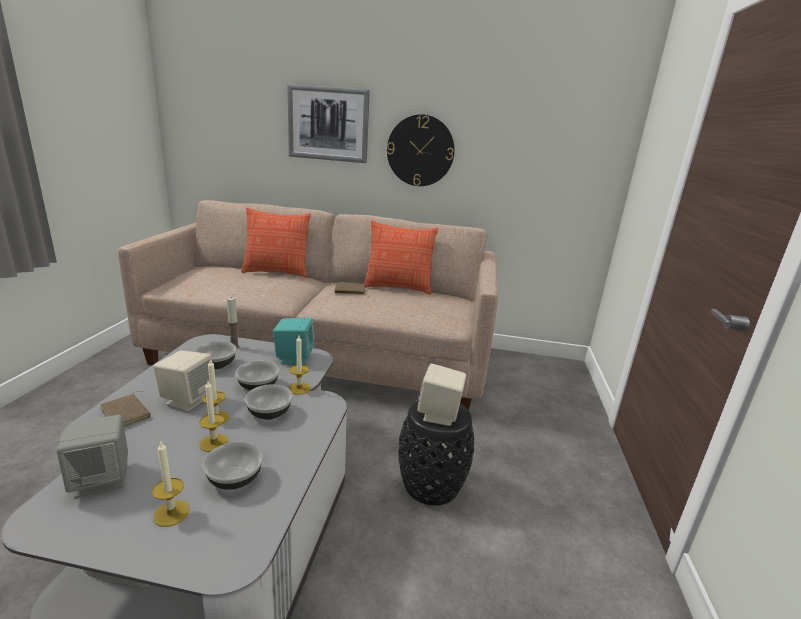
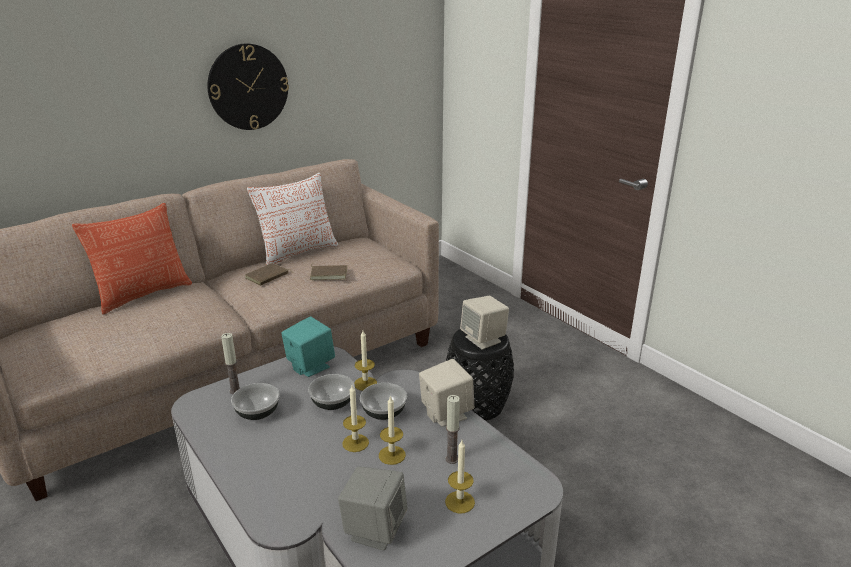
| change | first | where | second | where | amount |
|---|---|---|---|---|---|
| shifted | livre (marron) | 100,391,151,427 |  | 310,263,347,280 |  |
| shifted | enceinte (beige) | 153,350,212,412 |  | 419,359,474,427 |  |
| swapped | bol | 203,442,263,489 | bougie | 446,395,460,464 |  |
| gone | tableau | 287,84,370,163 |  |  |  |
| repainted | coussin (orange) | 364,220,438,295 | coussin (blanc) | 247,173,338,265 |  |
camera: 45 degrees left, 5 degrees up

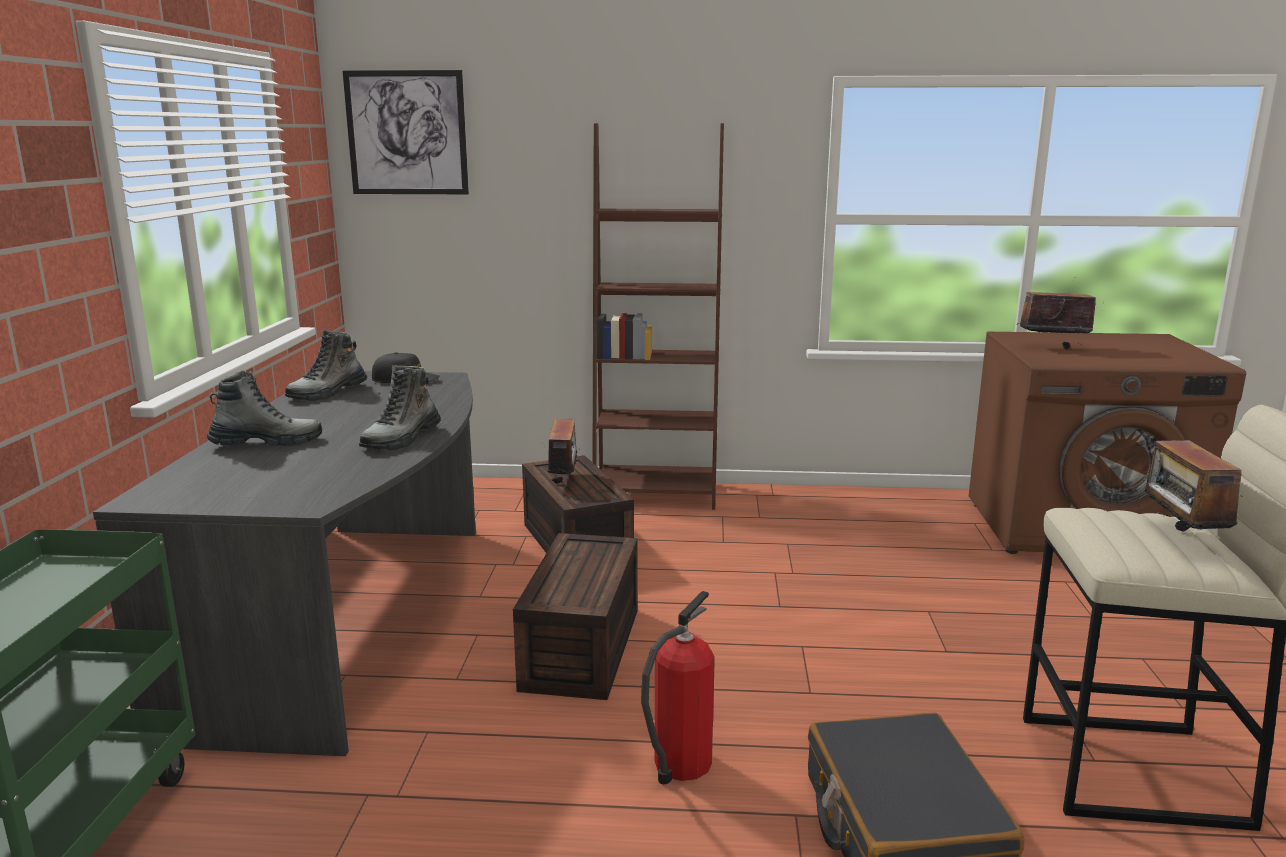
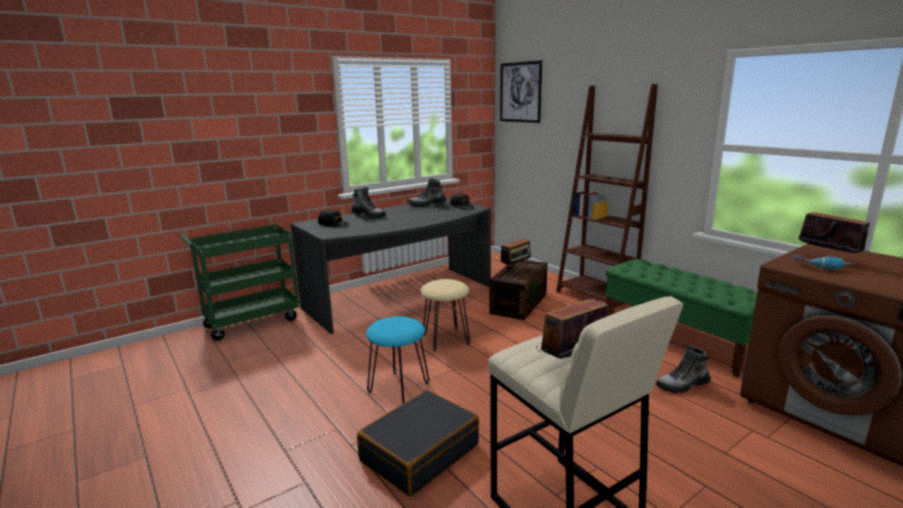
| change | first | where | second | where | amount |
|---|---|---|---|---|---|
| shifted | botte | 359,365,441,450 |  | 656,345,711,393 |  |
| swapped | boîte de rangement (marron) | 513,533,638,700 | tabouret (beige) | 420,279,470,351 |  |
| swapped | extincteur | 641,591,715,784 | tabouret (turquoise) | 366,316,429,405 |  |
| new |  |  | casquette (noir) | 318,209,349,227 |  |
| new |  |  | banc (vert) | 606,259,757,378 |  |
| new |  |  | perceuse | 791,254,856,270 |  |
camera: 50 degrees right, 0 degrees up

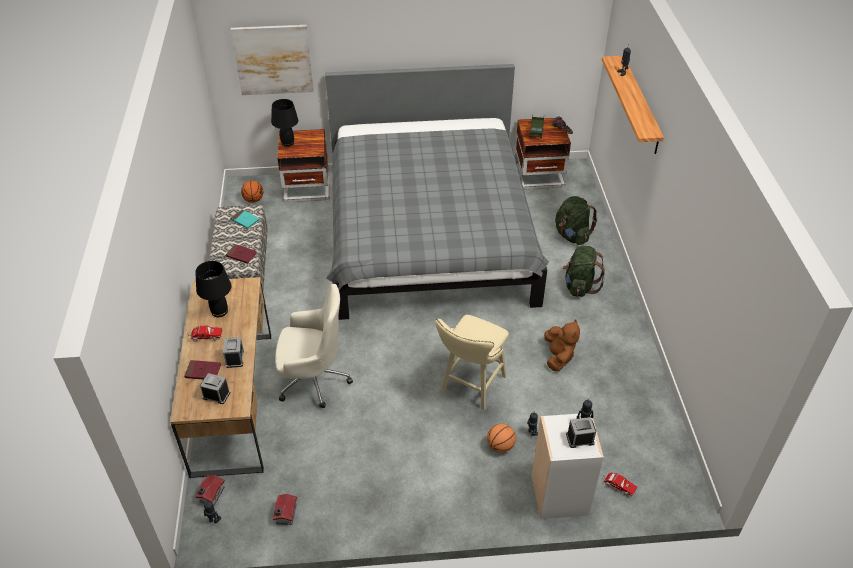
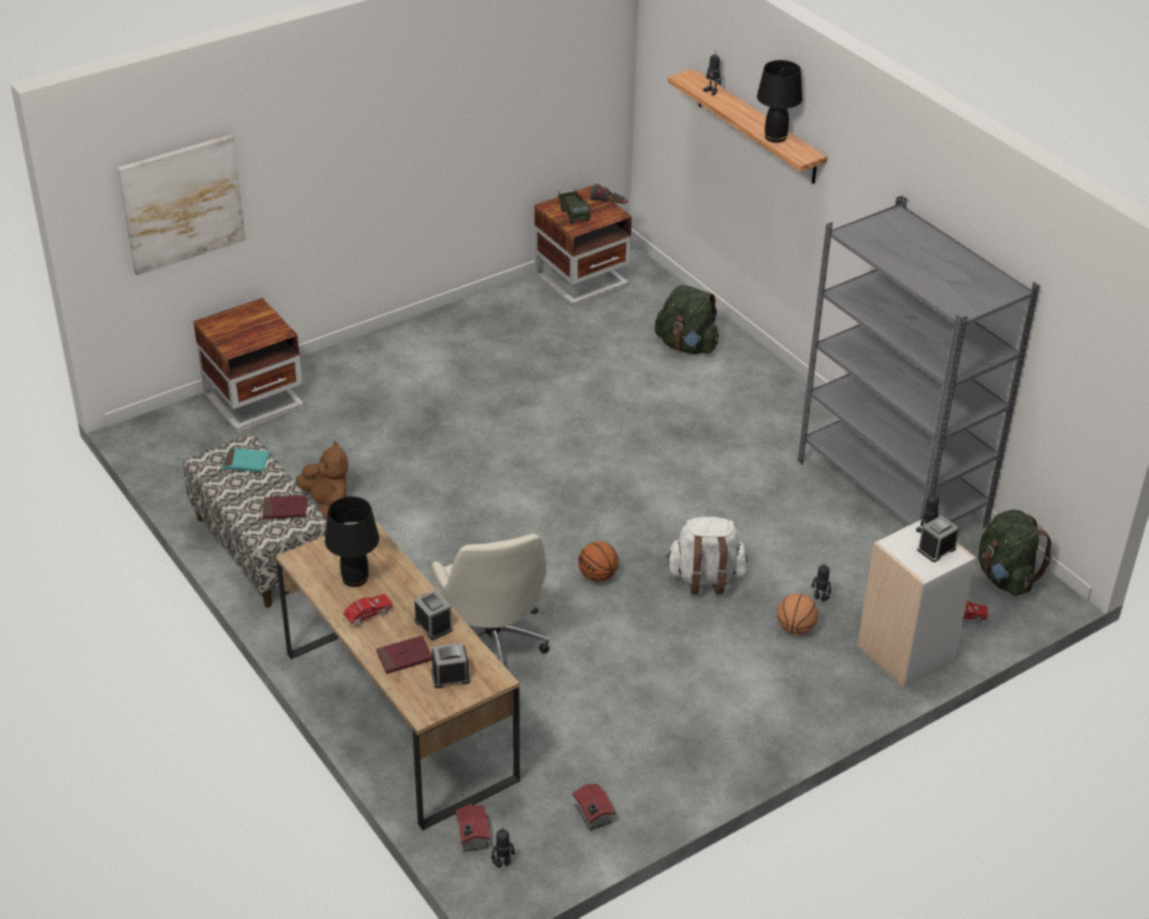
| change | first | where | second | where | amount |
|---|---|---|---|---|---|
| shifted | ballon de basket | 241,181,263,203 |  | 578,541,619,582 |  |
| shifted | lampe de table (noir) | 271,99,298,147 |  | 757,60,802,143 |  |
| rotated | chaise de bureau (beige) | 275,284,353,408 |  | 432,534,549,666 | 105 degrees clockwise |
| gone | lit (gris) | 325,64,549,320 |  |  |  |
| swapped | tabouret (beige) | 435,315,509,410 | sac à dos (blanc) | 666,517,748,594 |  |
| shifted | peluche (marron) | 544,319,580,371 |  | 296,441,348,520 |  |
| shifted | sac à dos (vert) | 563,246,605,297 |  | 978,510,1052,596 |  |
| new |  |  | bibliothèque (gris) | 798,195,1039,528 |  |
camera: 30 degrees left, 5 degrees down

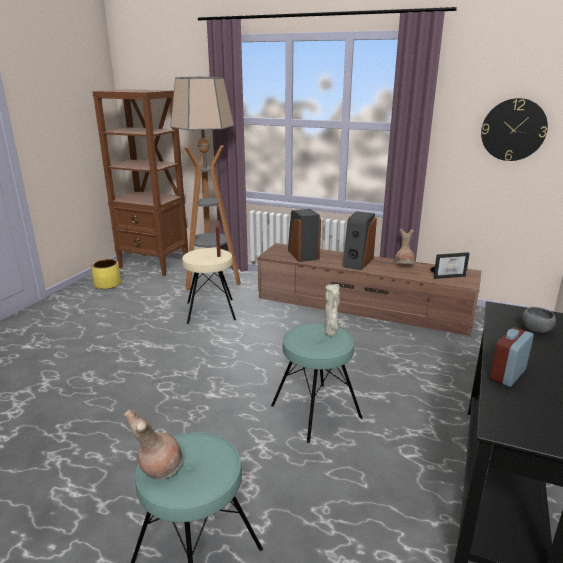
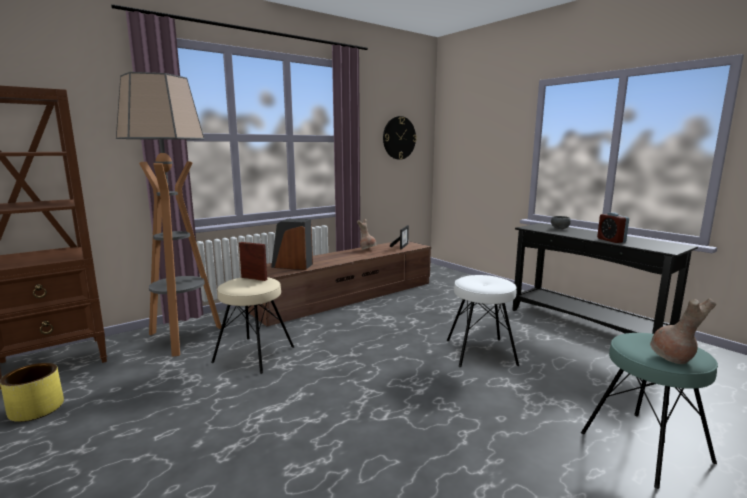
| change | first | where | second | where | amount |
|---|---|---|---|---|---|
| repainted | tabouret (turquoise) | 271,323,363,443 | tabouret (blanc) | 447,275,519,367 |  |
| gone | vase (beige) | 325,284,340,335 |  |  |  |
| gone | enceinte | 342,211,377,270 |  |  |  |
camera: 60 degrees left, 10 degrees down

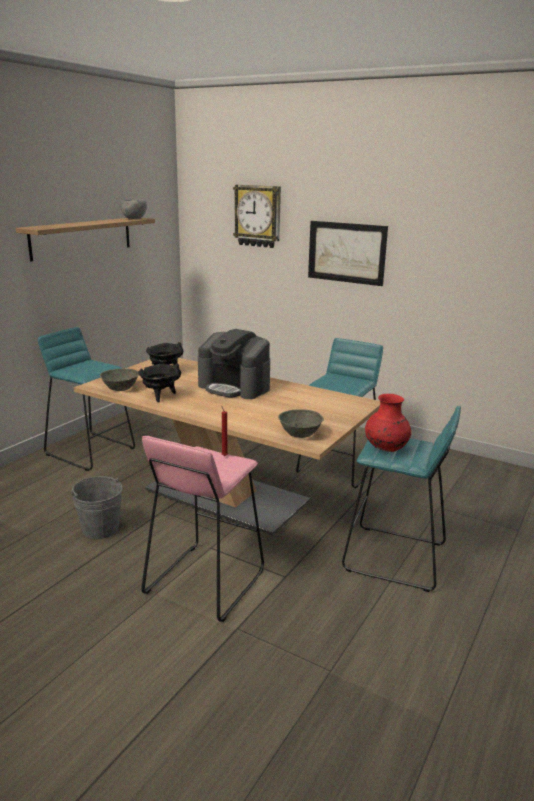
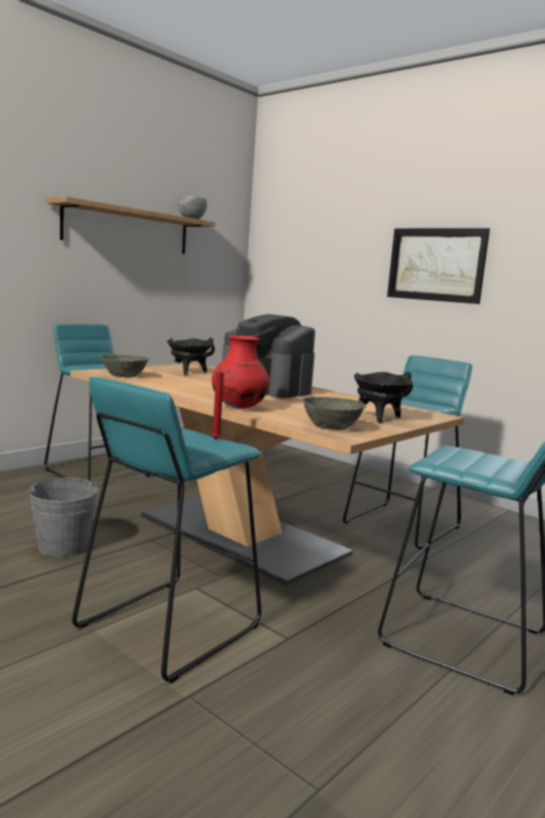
| change | first | where | second | where | amount |
|---|---|---|---|---|---|
| shifted | marmite (noir) | 138,363,181,402 |  | 354,372,413,423 |  |
| repainted | tabouret (rose) | 141,436,264,622 | tabouret (turquoise) | 72,377,261,683 |  |
| gone | horloge murale | 233,185,281,248 |  |  |  |
| shifted | vase (rouge) | 365,394,412,452 |  | 212,335,270,409 |  |
camera: 10 degrees right, 10 degrees down

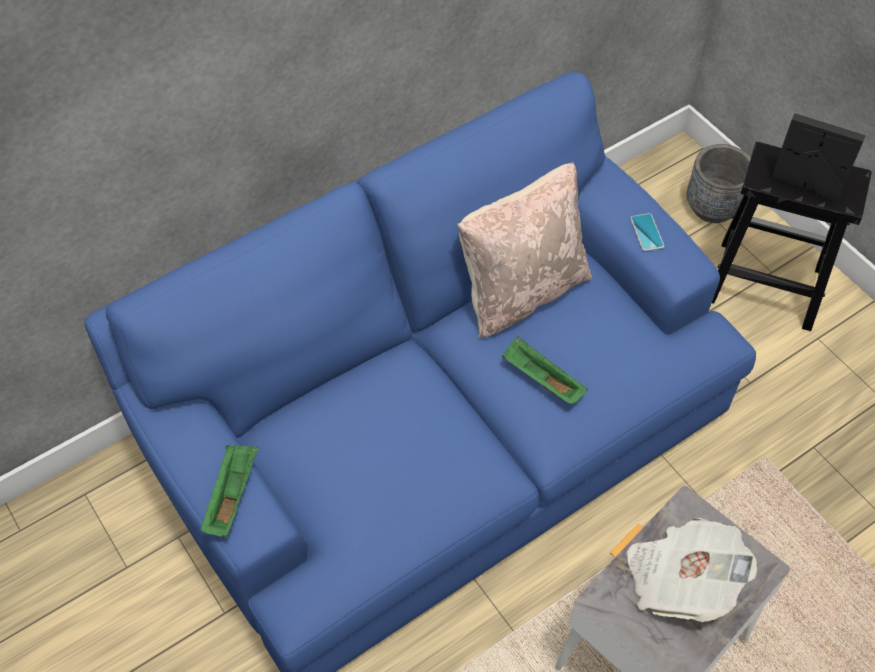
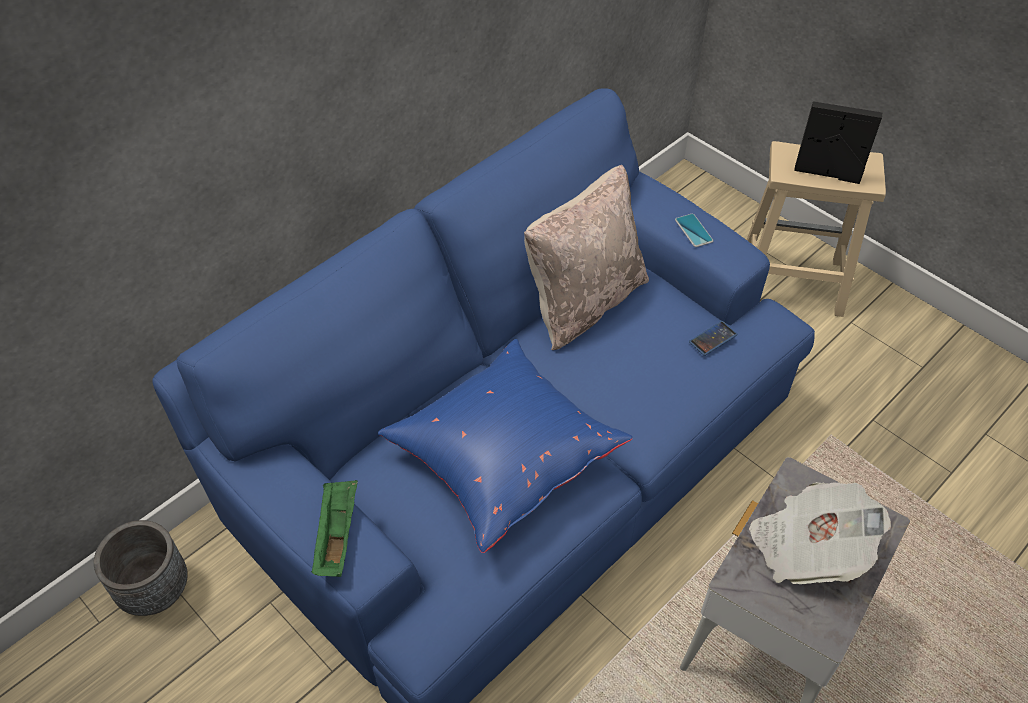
| change | first | where | second | where | amount |
|---|---|---|---|---|---|
| gone | plateau (vert) | 502,337,588,404 |  |  |  |
| shifted | cache-pot (gris) | 687,144,751,223 |  | 94,520,188,616 |  |
| repainted | tabouret (noir) | 712,142,872,331 | tabouret (beige) | 747,141,886,317 |  |
| new |  |  | coussin (bleu) | 378,339,632,553 |  |
| new |  |  | téléphone | 689,321,737,356 |  |
camera: 10 degrees left, 5 degrees down

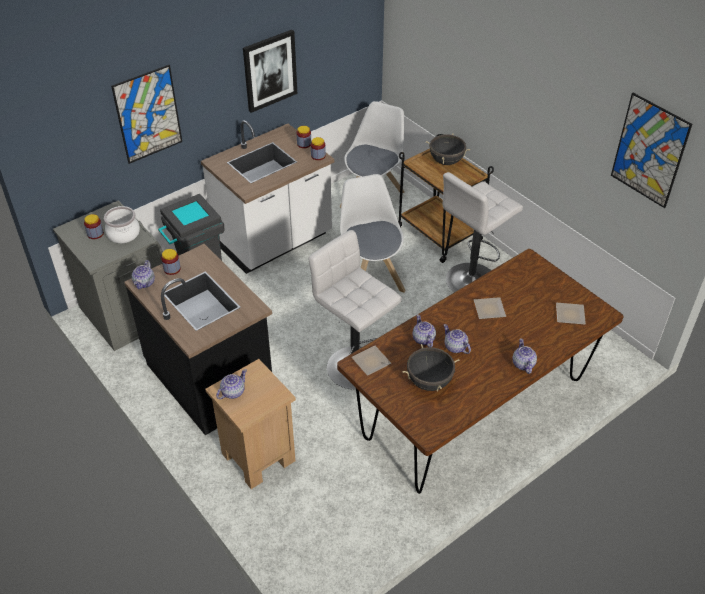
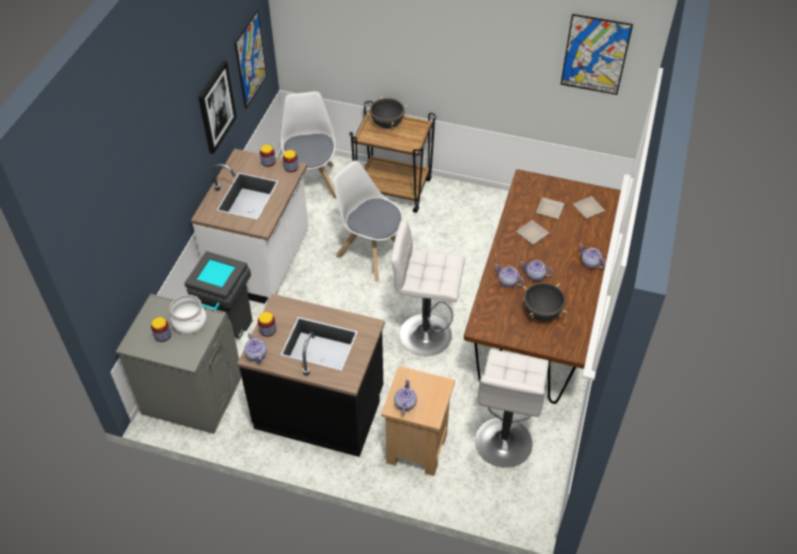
| change | first | where | second | where | amount |
|---|---|---|---|---|---|
| shifted | tableau | 111,65,182,164 |  | 235,10,267,109 |  |
| shifted | assiette | 351,346,391,376 |  | 536,197,565,219 |  |
| shifted | tabouret (blanc) | 443,172,523,292 |  | 475,349,549,468 |  |
camera: 35 degrees left, 5 degrees up

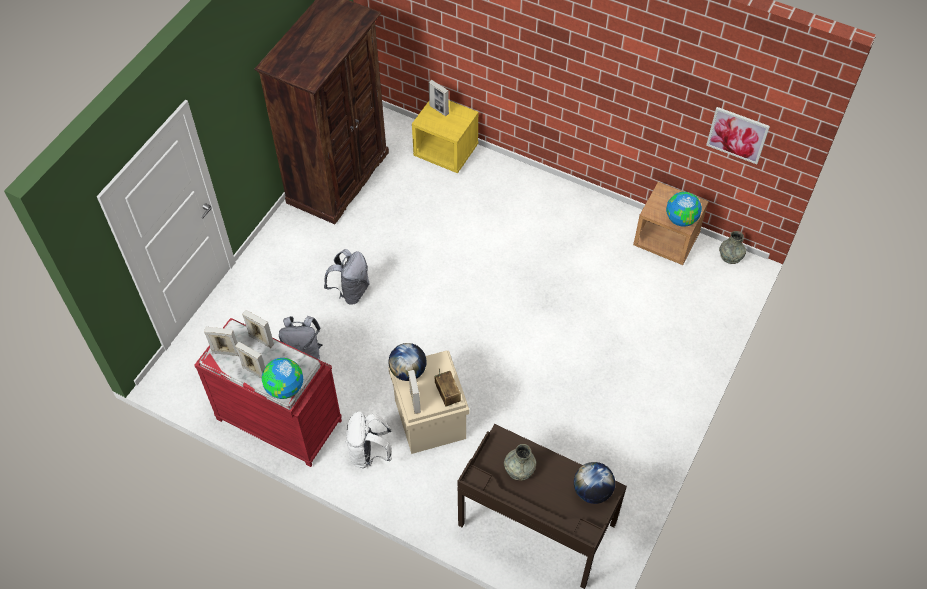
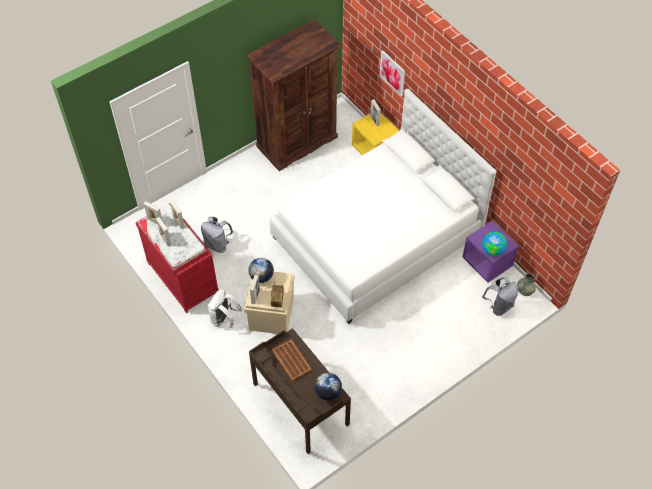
| change | first | where | second | where | amount |
|---|---|---|---|---|---|
| gone | globe | 262,358,303,399 |  |  |  |
| shifted | sac à dos (gris) | 324,249,370,305 |  | 482,277,518,316 |  |
| swapped | vase (gris) | 504,444,536,481 | plateau (marron) | 272,339,312,381 |  |
| repainted | table de chevet (marron) | 633,182,709,265 | table de chevet (violet) | 462,220,519,283 |  |
| shifted | tableau | 706,107,770,164 |  | 380,50,405,96 |  |
| new |  |  | lit (blanc) | 270,89,496,324 |  |
camera: 25 degrees right, 0 degrees up

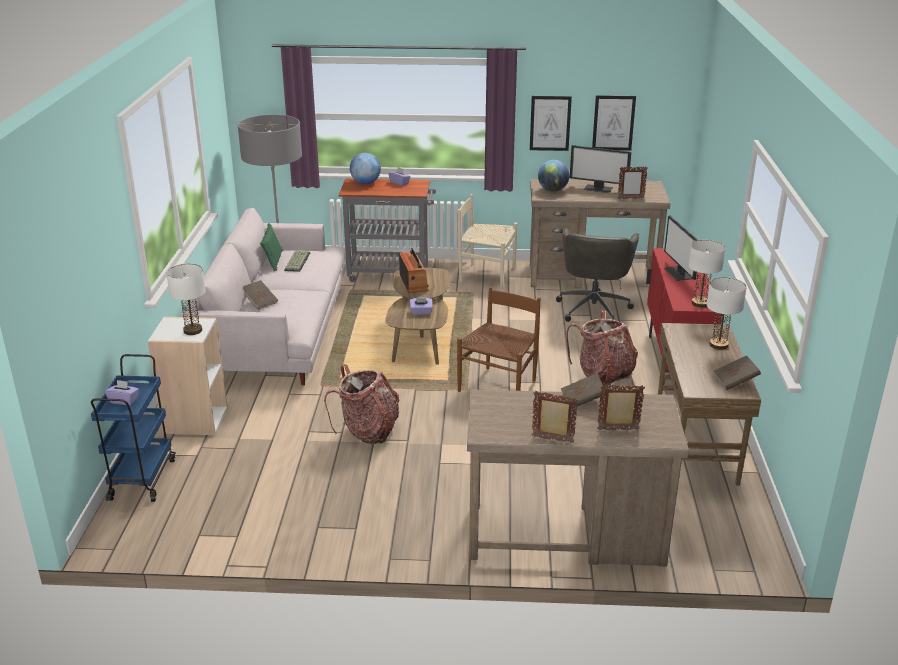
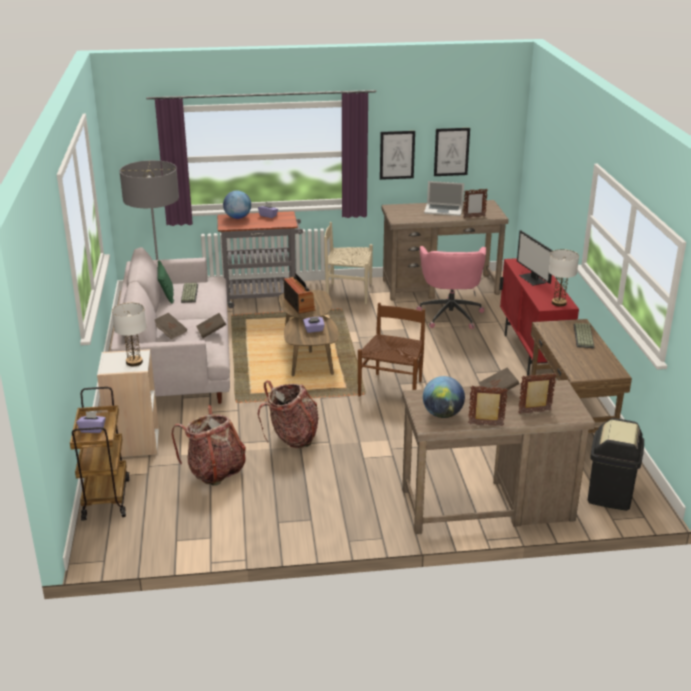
| change | first | where | second | where | amount |
|---|---|---|---|---|---|
| repainted | chariot (bleu) | 91,354,176,502 | chariot (marron) | 70,387,130,521 |  |
| shifted | globe | 538,160,570,192 |  | 423,376,465,418 |  |
| repainted | chaise de bureau (gris) | 556,227,639,322 | chaise de bureau (rose) | 417,246,486,329 |  |
| shifted | sac à dos | 566,310,638,386 |  | 172,405,246,485 |  |
| swapped | écran d'ordinateur | 570,145,631,193 | ordinateur portable | 424,181,464,216 |  |
| swapped | lampe de table | 707,277,747,350 | clavier | 574,323,594,348 |  |
| shifted | livre (marron) | 713,355,761,390 |  | 196,313,226,338 |  |
| new |  |  | poubelle (noir) | 588,418,644,511 |  |
camera: 10 degrees left, 0 degrees up

